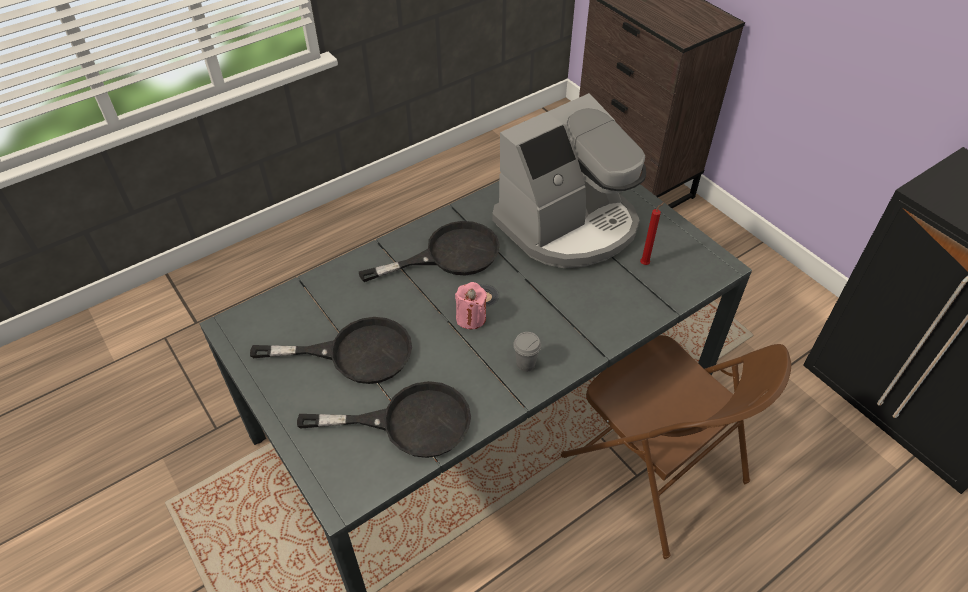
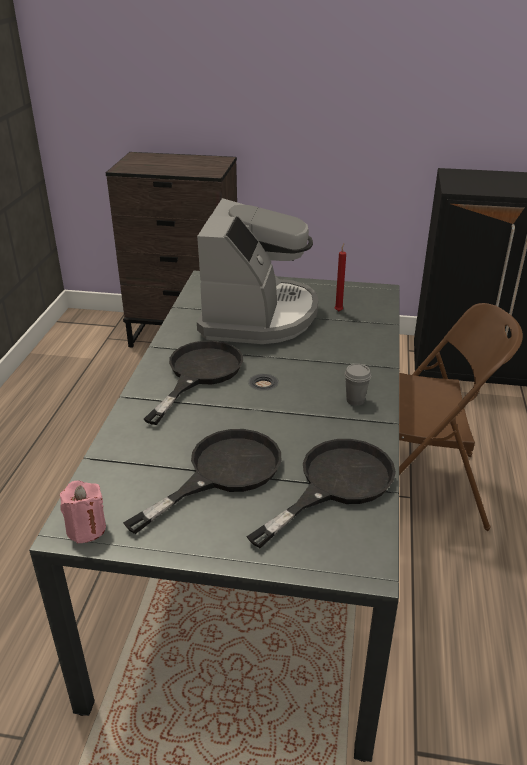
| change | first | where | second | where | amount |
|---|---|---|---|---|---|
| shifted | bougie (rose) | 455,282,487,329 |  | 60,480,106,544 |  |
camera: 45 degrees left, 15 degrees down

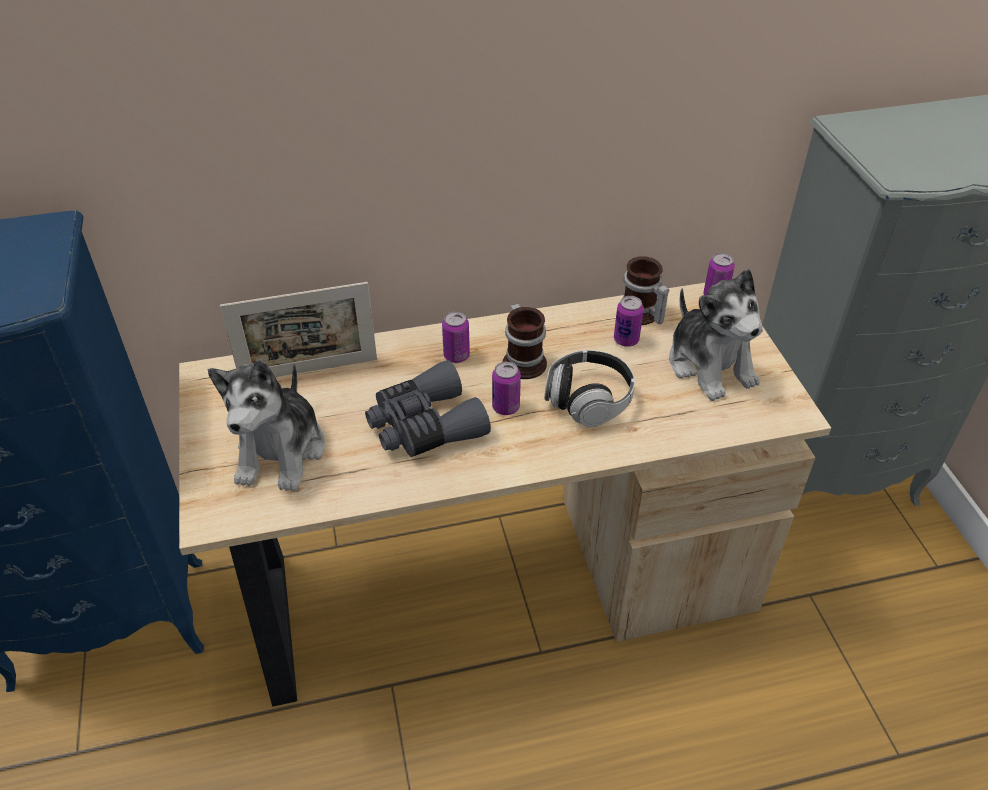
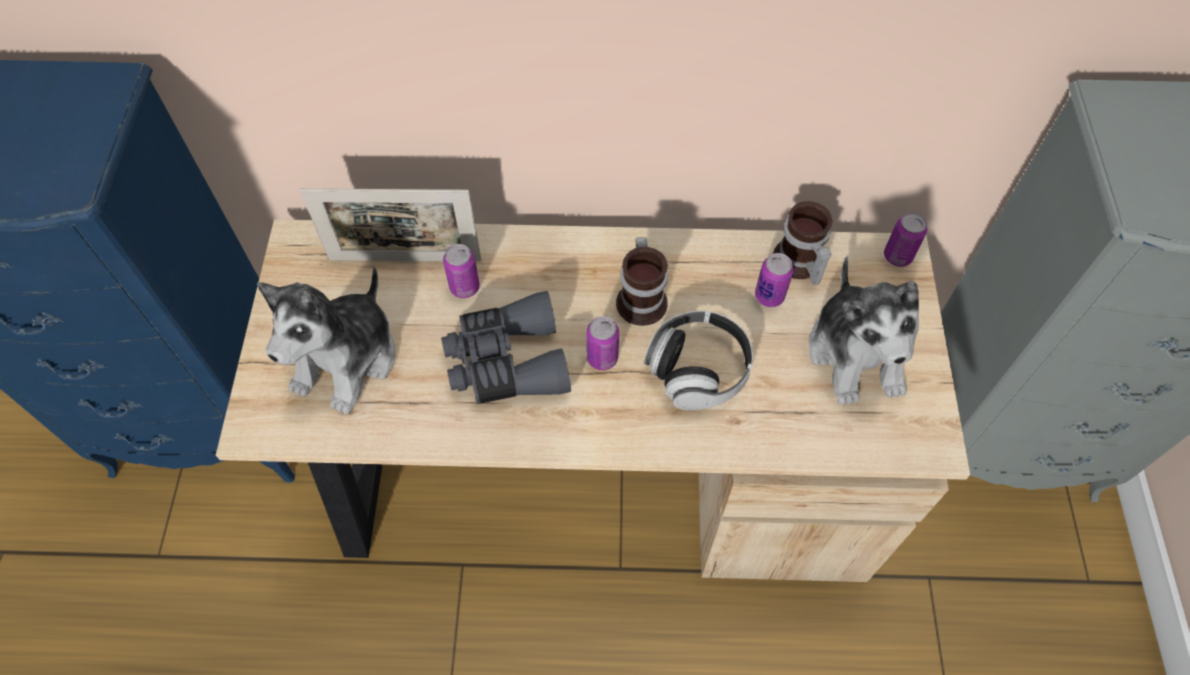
| change | first | where | second | where | amount |
|---|---|---|---|---|---|
| shifted | boîte métallique | 442,311,470,363 |  | 443,244,480,298 |  |
camera: 15 degrees right, 15 degrees up

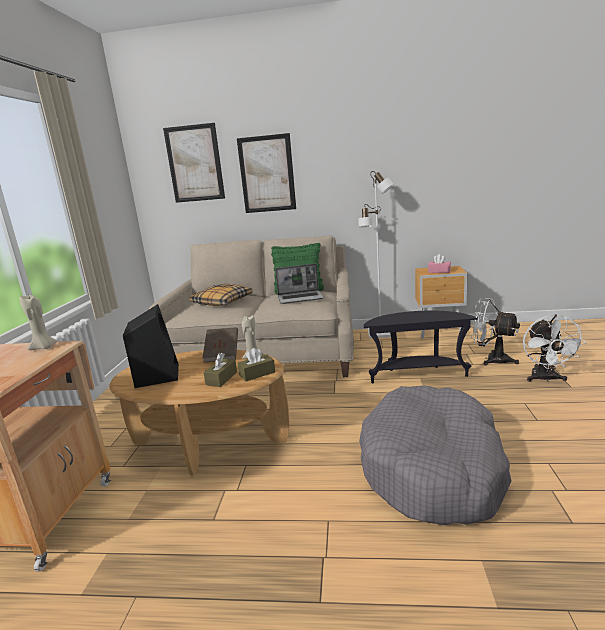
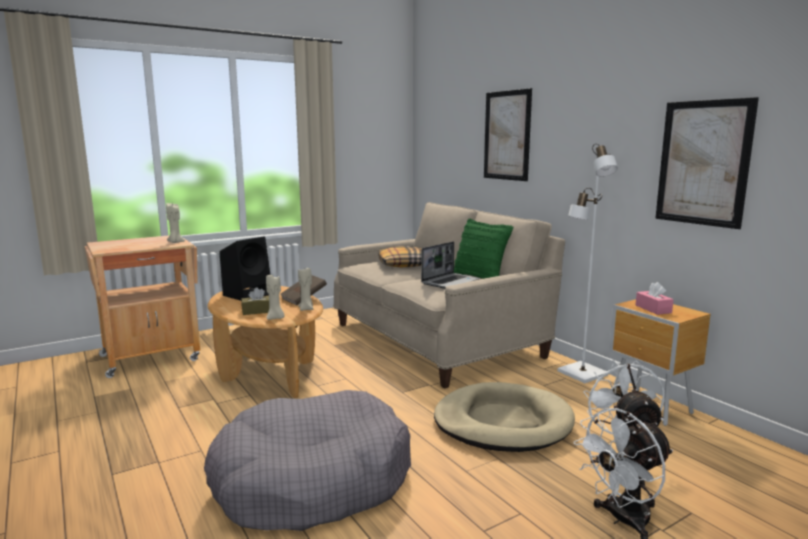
| change | first | where | second | where | amount |
|---|---|---|---|---|---|
| shifted | tableau | 163,123,225,203 |  | 655,97,759,229 |  |
| swapped | boîte à mouchoirs (marron) | 238,348,275,381 | bougie (beige) | 266,275,285,320 |  |
| rotated | ordinateur portable | 275,264,324,304 |  | 421,242,480,289 | 90 degrees counterclockwise |
| swapped | table d'appoint (noir) | 363,311,477,383 | panier pour chien (beige) | 434,382,575,452 |  |
camera: 50 degrees right, 5 degrees down

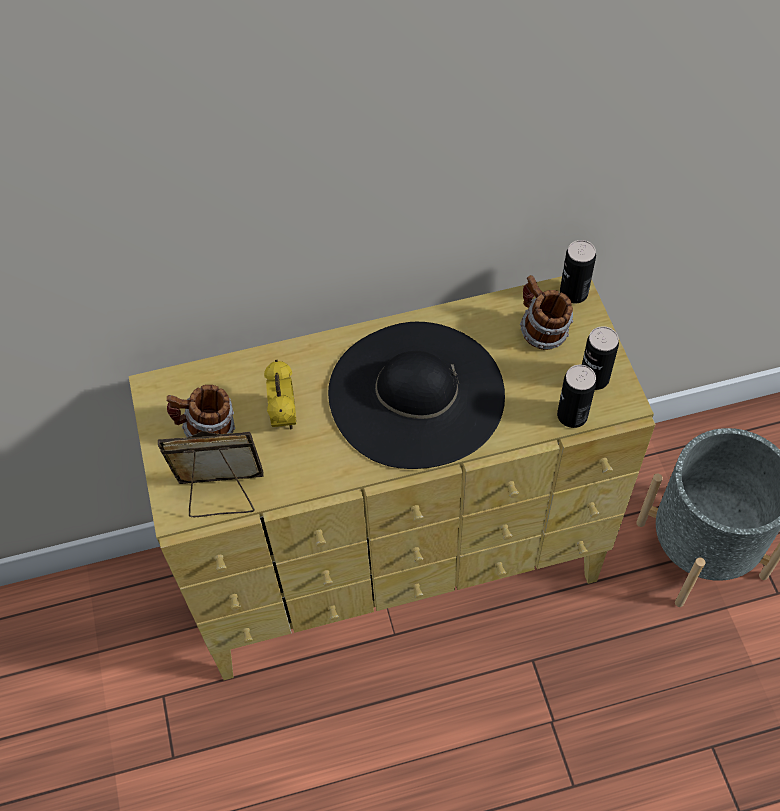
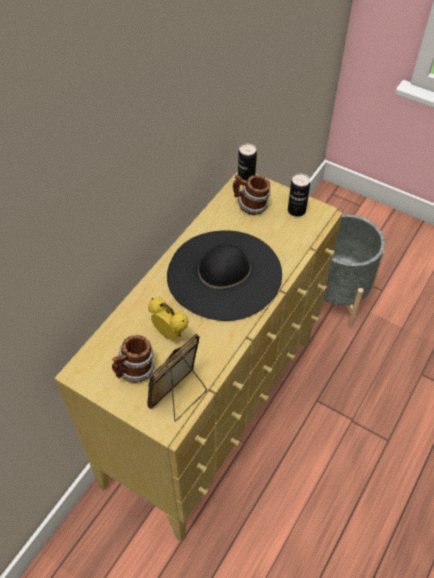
| change | first | where | second | where | amount |
|---|---|---|---|---|---|
| gone | boîte métallique | 557,365,596,428 |  |  |  |
camera: 45 degrees left, 5 degrees down

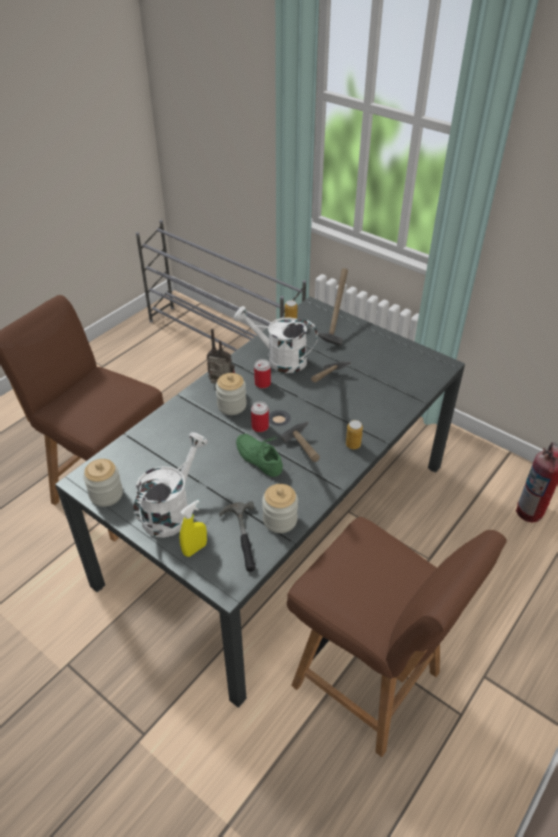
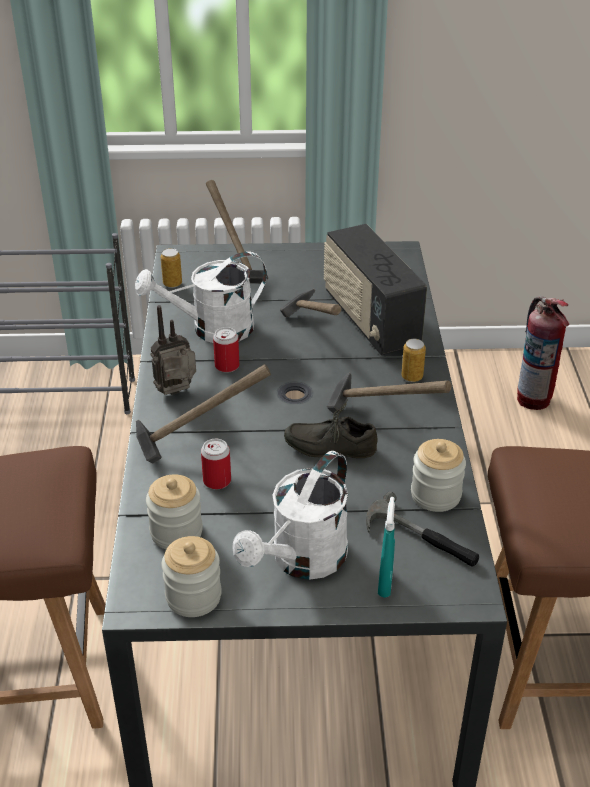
| change | first | where | second | where | amount |
|---|---|---|---|---|---|
| rotated | arrosoir (blanc) | 134,433,208,538 |  | 232,451,348,580 | 135 degrees counterclockwise |
| repainted | vaporisateur (jaune) | 180,500,207,557 | vaporisateur (turquoise) | 378,497,395,598 |  |
| shifted | bocal | 215,373,247,415 |  | 146,474,203,549 |  |
| repainted | chaussure (vert) | 236,434,283,477 | chaussure (gris) | 284,399,378,458 |  |
| shifted | boîte métallique | 251,401,269,432 |  | 201,439,231,489 |  |
| new |  |  | marteau | 136,364,271,464 |  |
| new |  |  | radio | 324,224,427,355 |  |
camera: 40 degrees left, 5 degrees down

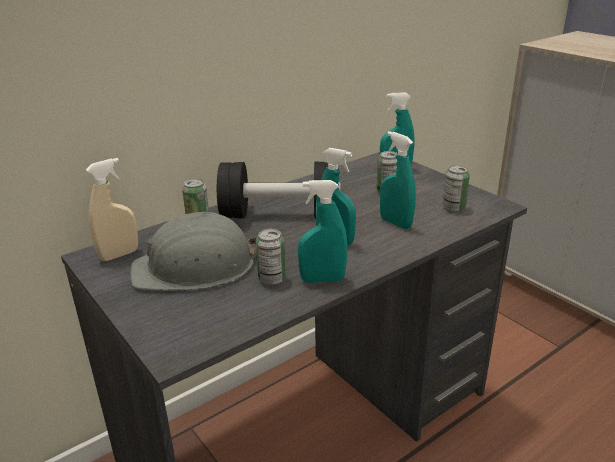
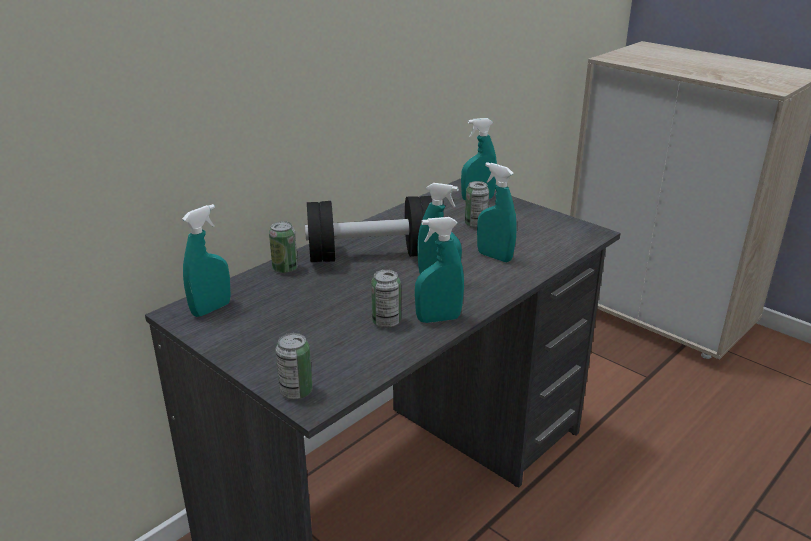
| change | first | where | second | where | amount |
|---|---|---|---|---|---|
| repainted | vaporisateur (beige) | 86,158,138,261 | vaporisateur (turquoise) | 182,204,230,317 |  |
| gone | casque de chantier (gris) | 130,212,257,291 |  |  |  |
| shifted | boîte métallique | 443,165,470,212 |  | 275,333,313,400 |  |
camera: 10 degrees left, 0 degrees up

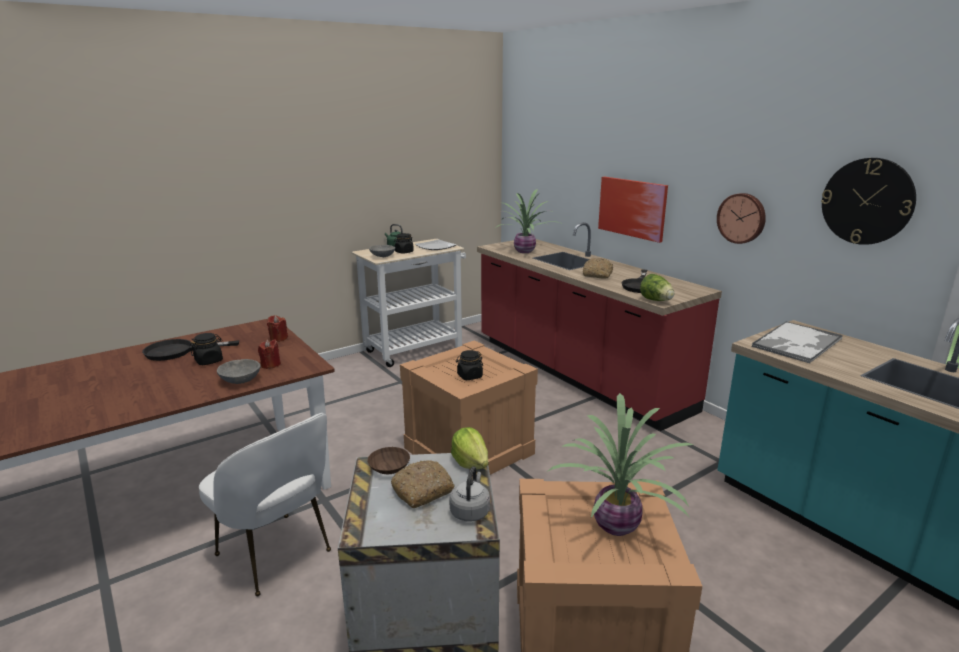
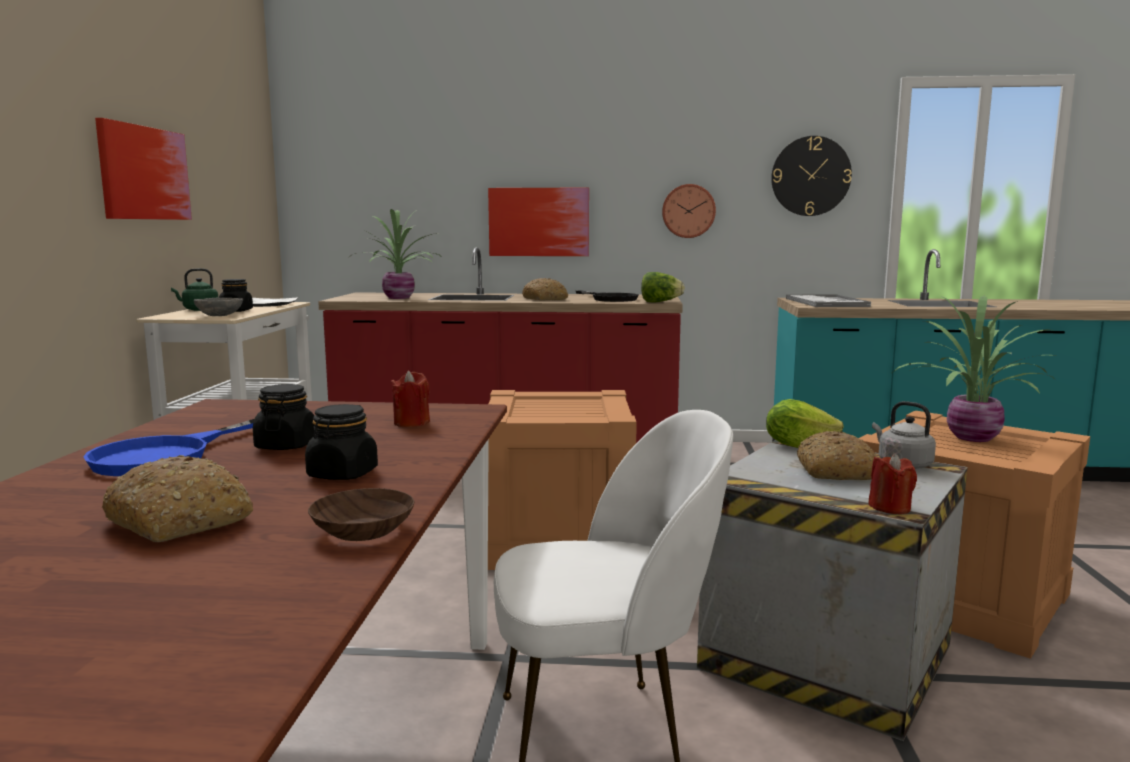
| change | first | where | second | where | amount |
|---|---|---|---|---|---|
| repainted | poêle (noir) | 142,339,239,361 | poêle (bleu) | 83,419,254,476 |  |
| gone | bol (gris) | 217,359,261,384 |  |  |  |
| shifted | bougie (rouge) | 267,315,288,342 |  | 868,454,917,514 |  |
| shifted | bol (marron) | 367,447,410,474 |  | 308,488,415,541 |  |
| shifted | bocal (noir) | 456,350,483,380 |  | 305,404,378,480 |  |
| new |  |  | tableau | 95,118,192,220 |  |
| new |  |  | pain | 102,455,253,542 |  |
camera: 50 degrees left, 10 degrees down

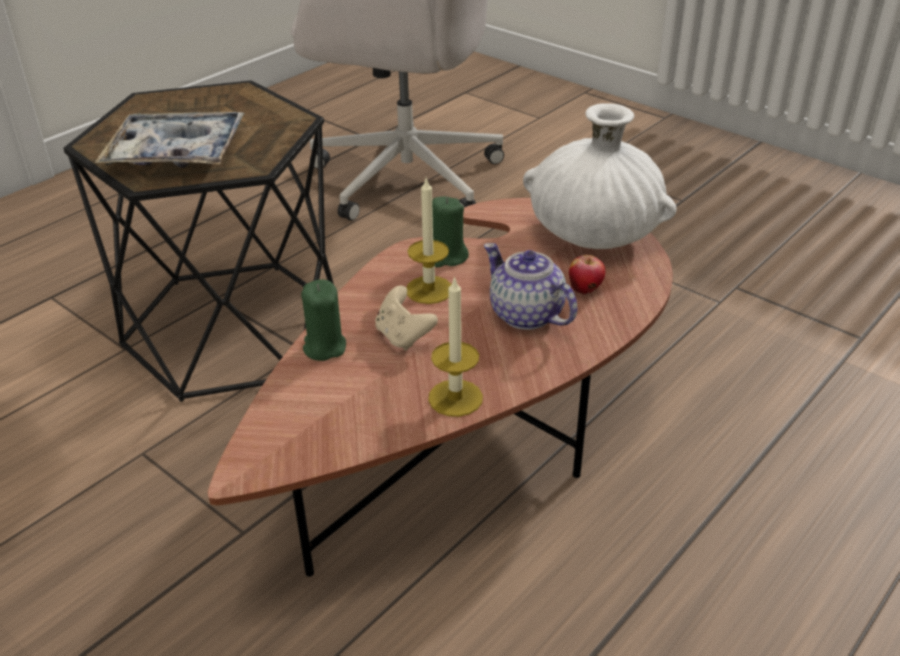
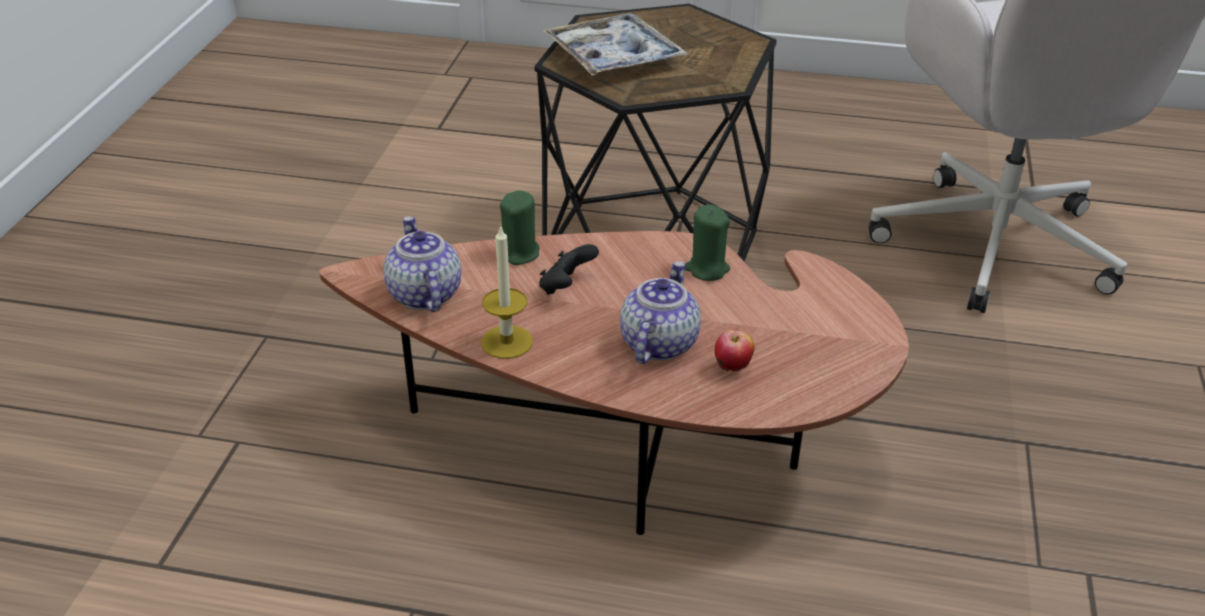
| change | first | where | second | where | amount |
|---|---|---|---|---|---|
| repainted | manette (beige) | 375,285,438,351 | manette (noir) | 539,244,599,295 |  |
| gone | bougie | 406,178,451,304 |  |  |  |
| gone | vase (blanc) | 523,103,677,249 |  |  |  |
| new |  |  | théière | 384,216,461,312 |  |
camera: 60 degrees right, 0 degrees up

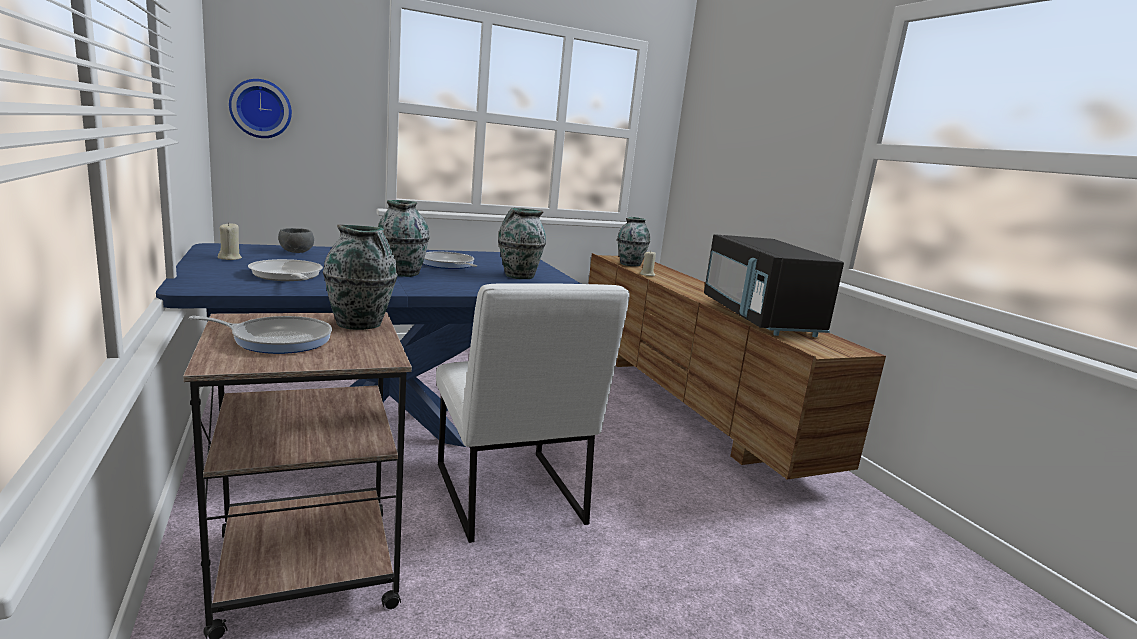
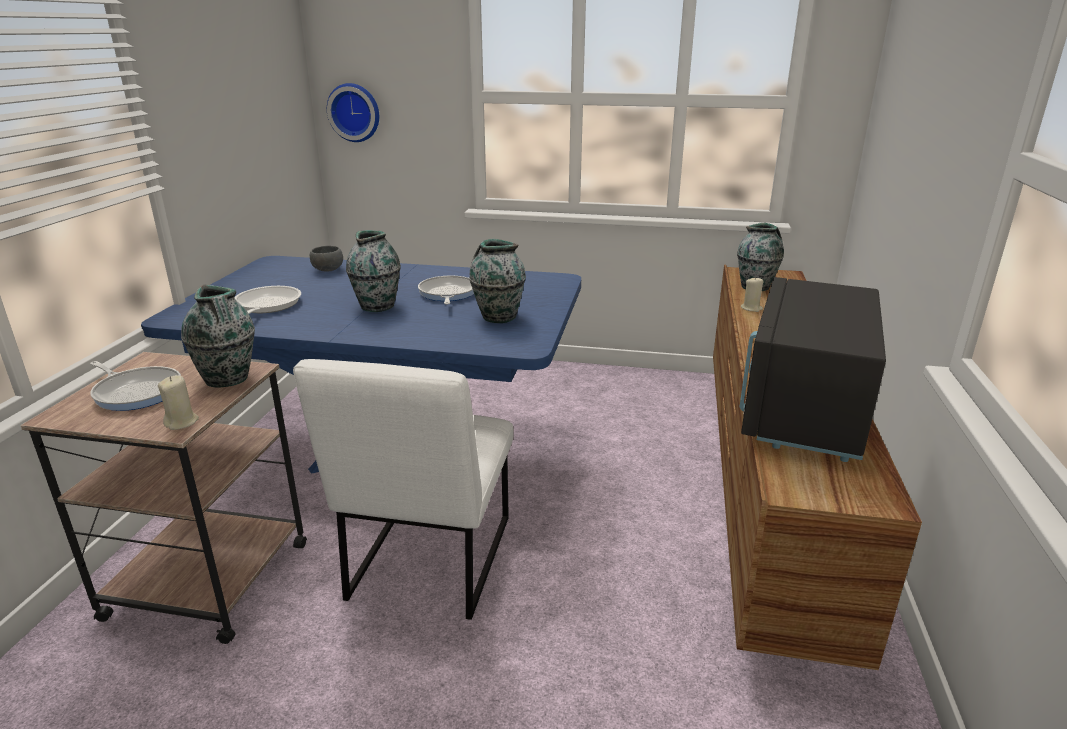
| change | first | where | second | where | amount |
|---|---|---|---|---|---|
| shifted | bougie (beige) | 218,222,242,260 |  | 158,375,199,430 |  |
camera: 35 degrees right, 10 degrees up

